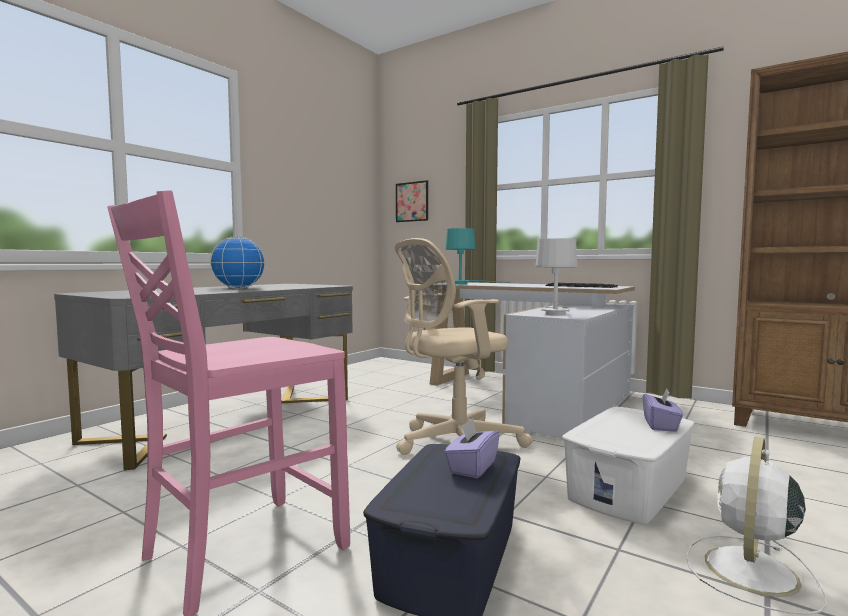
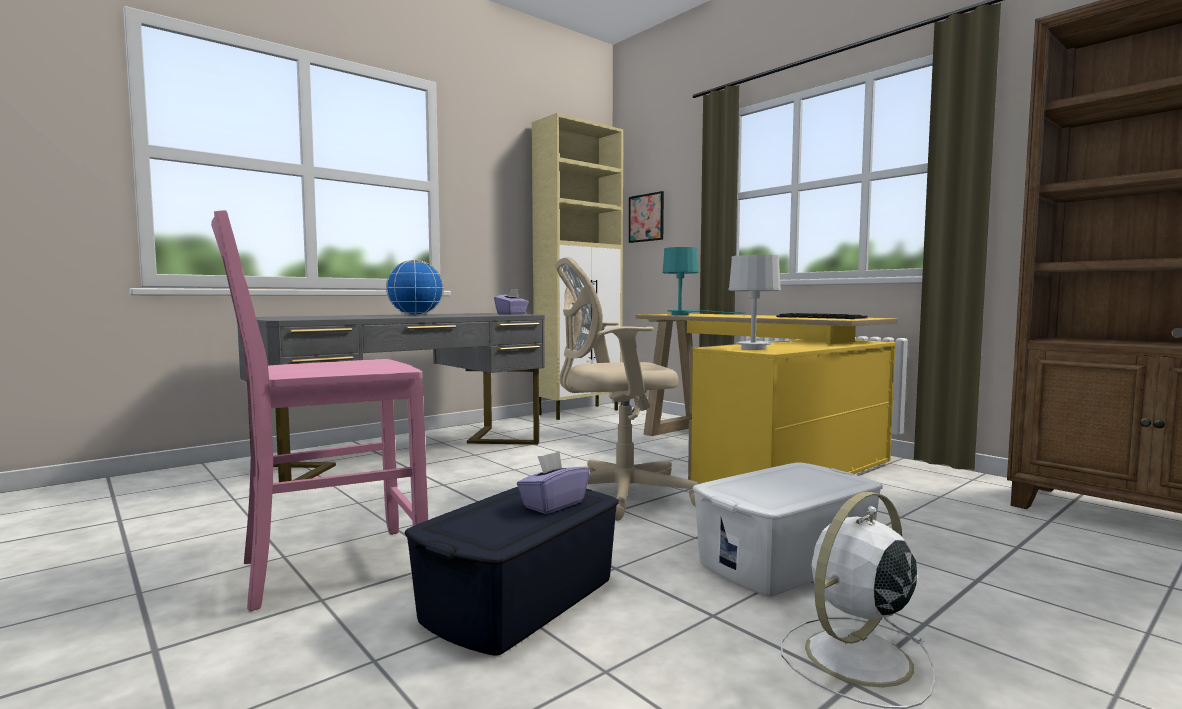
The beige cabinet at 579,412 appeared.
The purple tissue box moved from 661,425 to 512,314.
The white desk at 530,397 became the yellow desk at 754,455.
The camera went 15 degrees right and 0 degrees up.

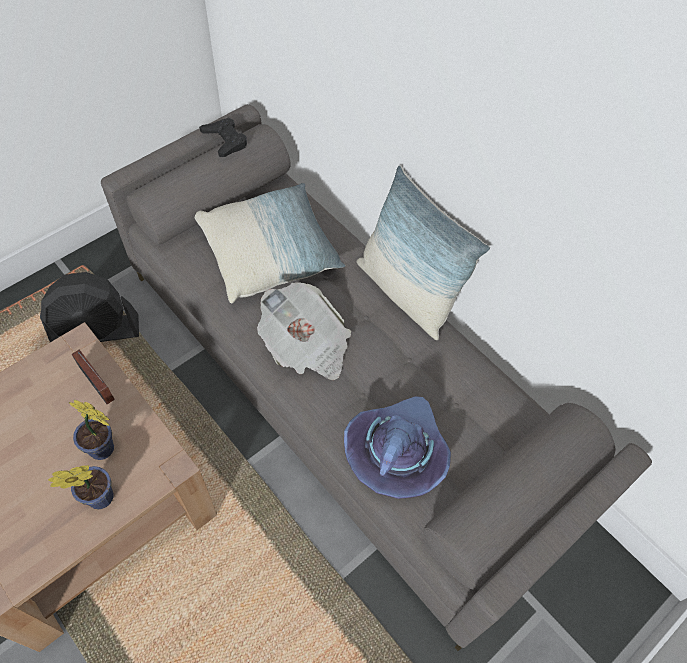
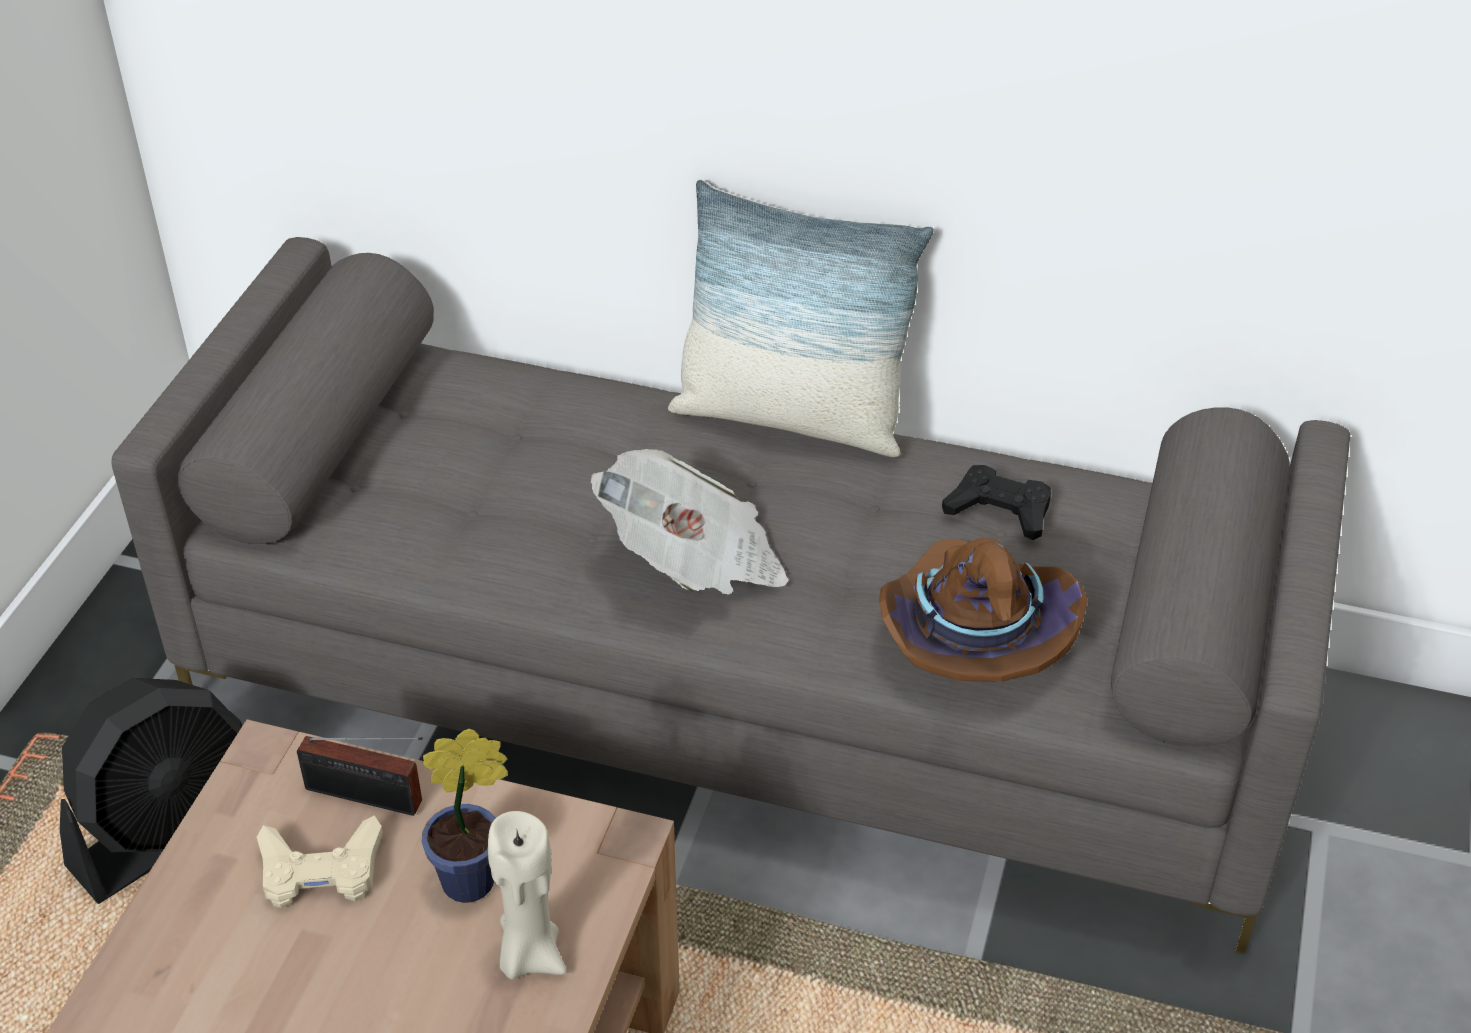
The pillow at 269,253 disappeared.
The beige game controller at 320,871 appeared.
The black game controller moved from 225,140 to 999,510.
The potted plant at 97,498 was replaced by the beige candle at 529,954.
The purple hat at 397,452 became the brown hat at 972,632.
The camera went 30 degrees left and 15 degrees down.

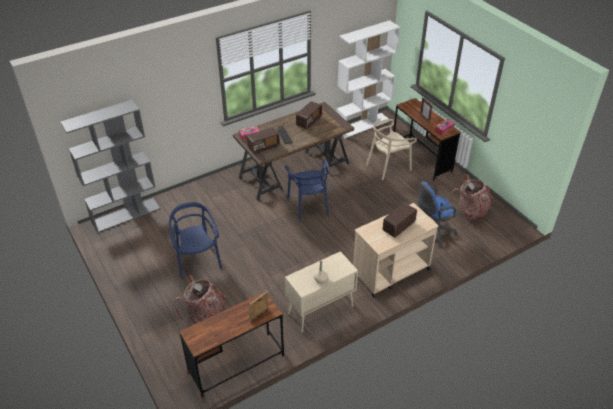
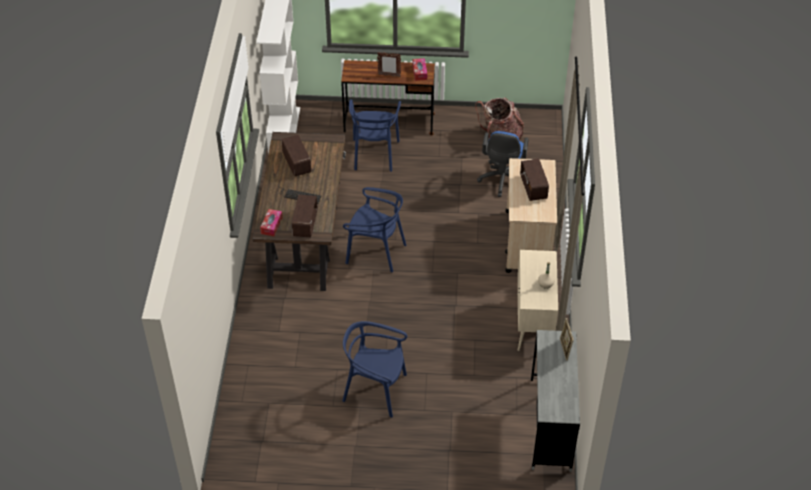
The grey bookcase at 126,215 disappeared.
The backpack at 205,315 disappeared.
The brown desk at 236,364 became the grey desk at 550,424.
The beige chair at 388,166 became the blue chair at 374,154.
The camera went 55 degrees left and 5 degrees up.

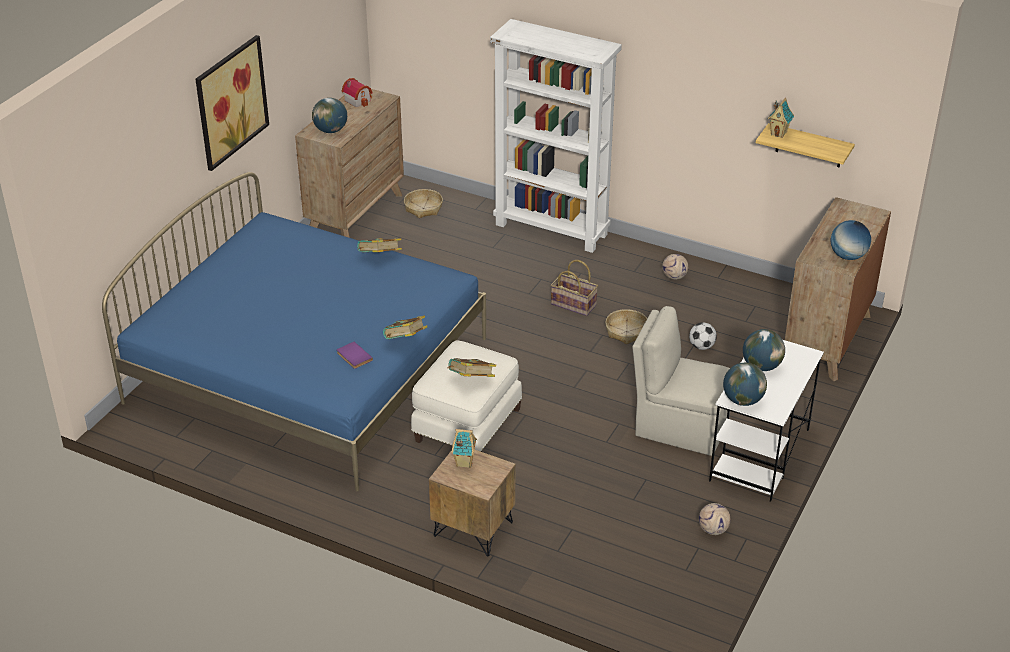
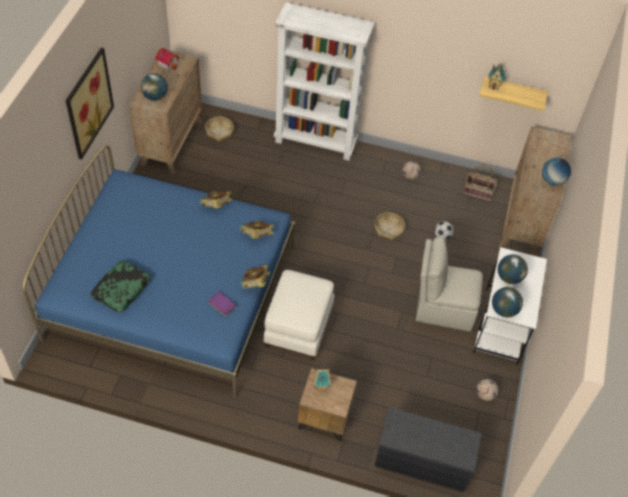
The pillow at 121,289 appeared.
The grey bench at 421,461 appeared.
The book moved from 471,380 to 256,236.
The basket moved from 574,304 to 478,192.
The camera went 15 degrees left and 15 degrees up.

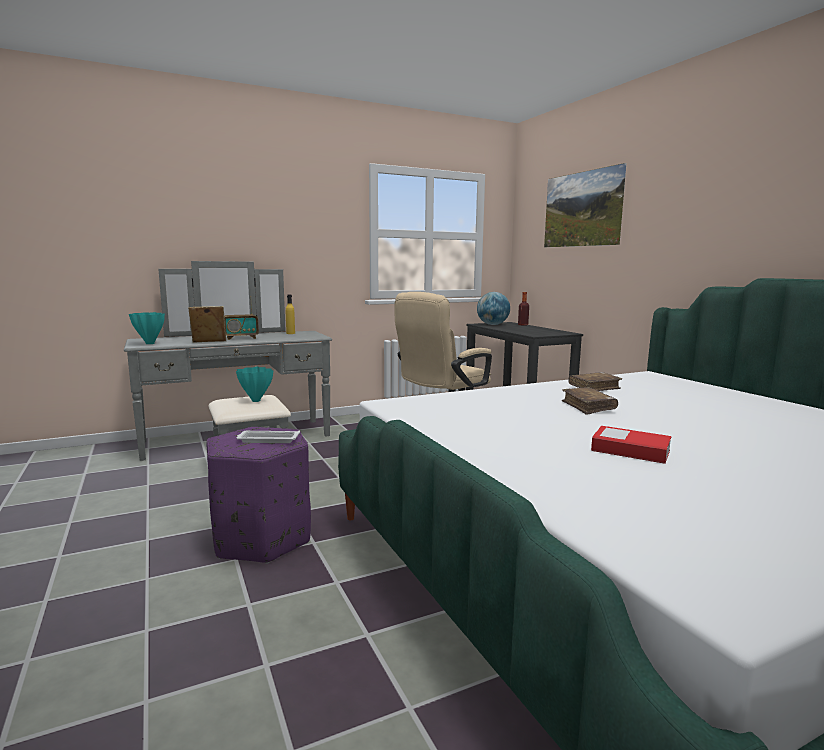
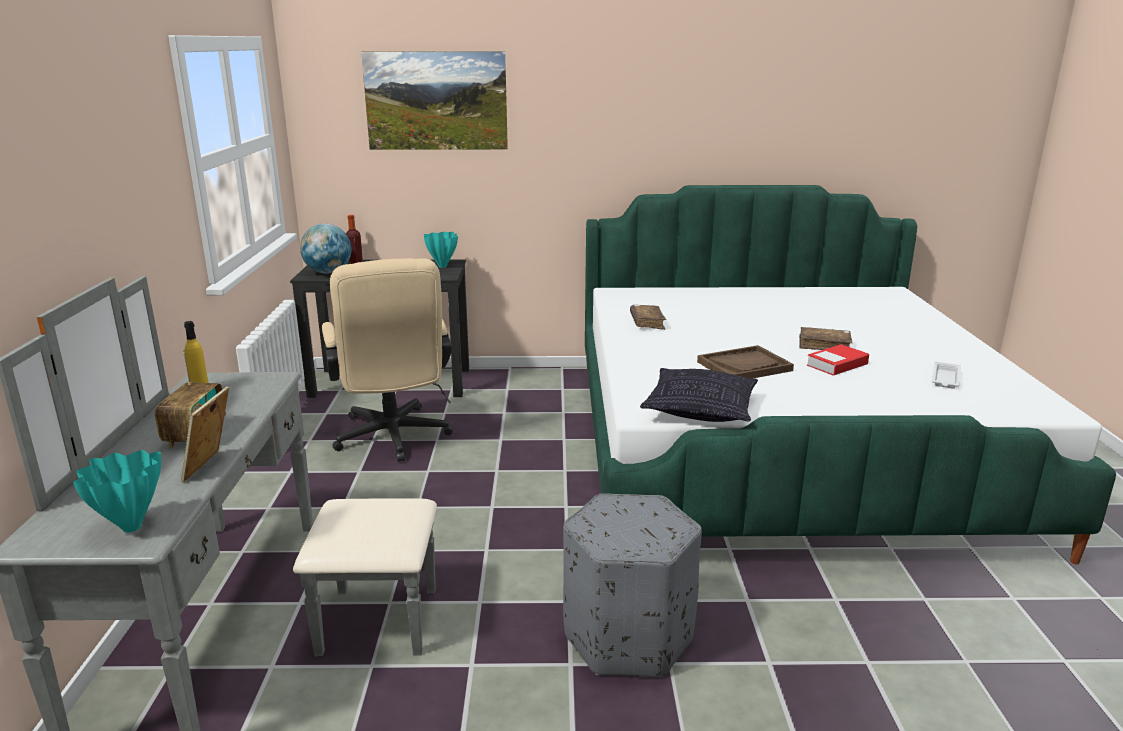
The pillow at 700,410 appeared.
The brown tray at 744,366 appeared.
The turquoise vase moved from 255,401 to 442,266.
The white tray moved from 267,440 to 945,379.
The brown book moved from 588,407 to 824,345.
The purple ottoman at 261,538 became the grey ottoman at 627,637.
The camera went 65 degrees left and 10 degrees up.

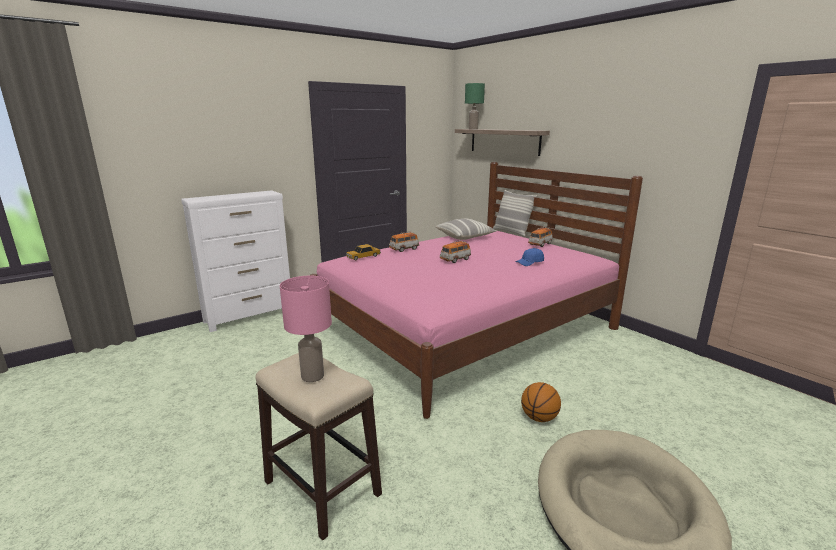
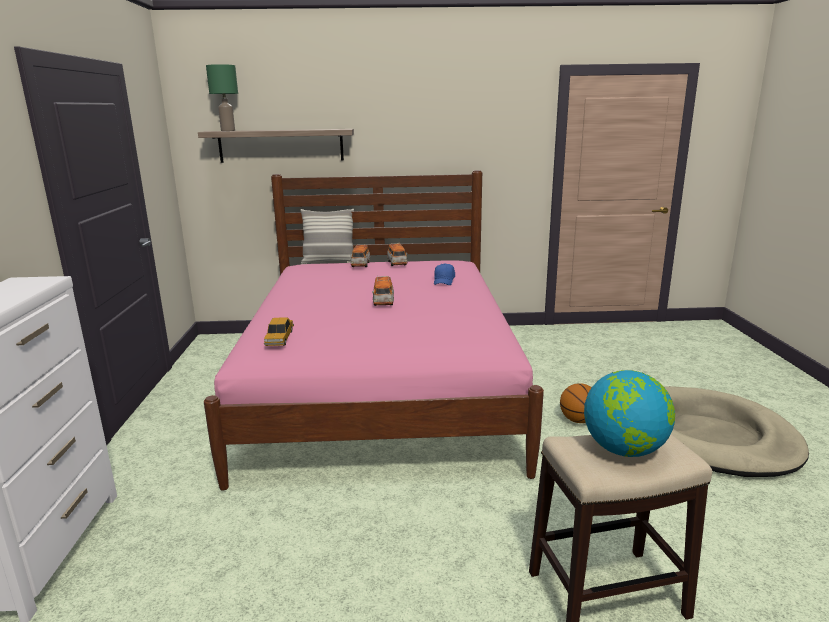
The pillow at 465,237 disappeared.
The toy car moved from 404,249 to 360,265.
The pink table lamp at 313,376 was replaced by the globe at 624,450.
The camera went 55 degrees left and 0 degrees up.

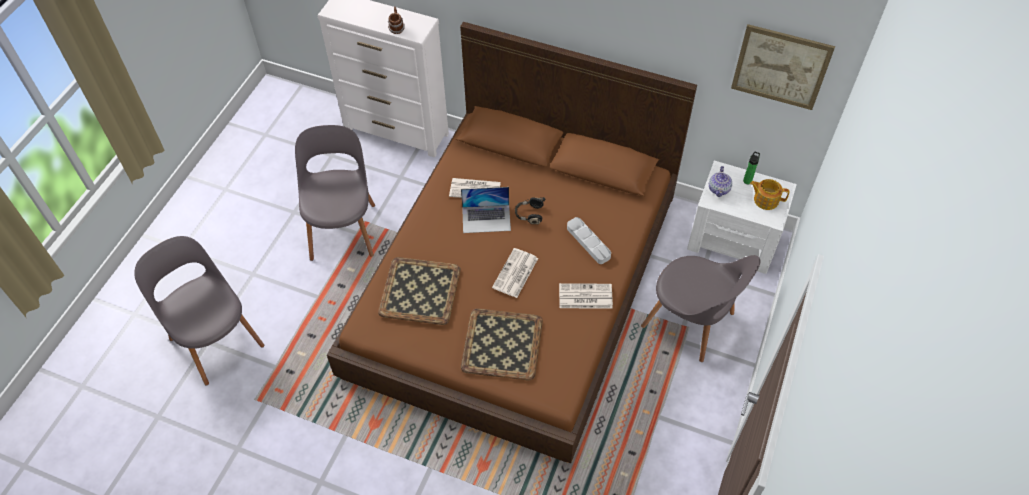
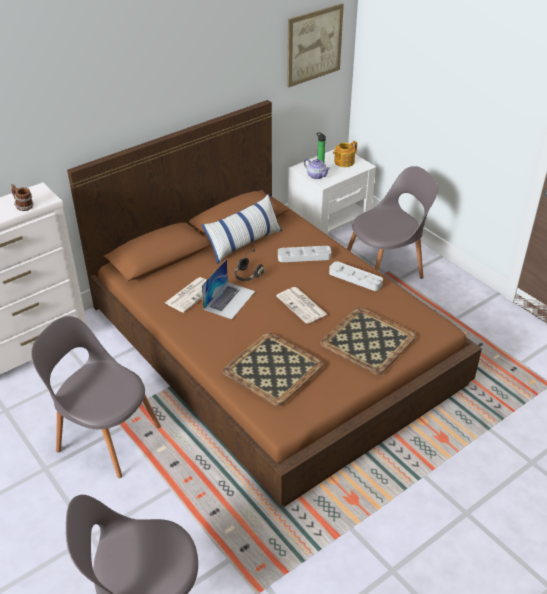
The pillow at 244,243 appeared.
The newspaper at 584,297 was replaced by the grey tray at 355,278.
The camera went 60 degrees left and 15 degrees down.

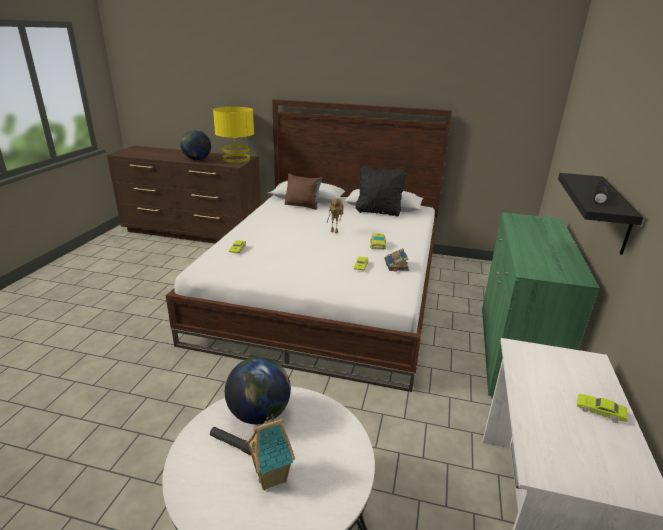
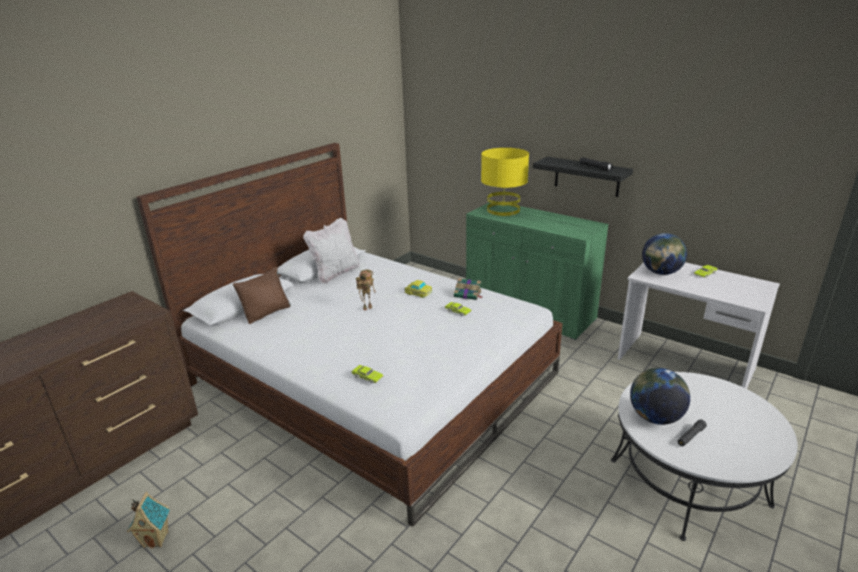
The globe moved from 197,159 to 660,272.
The yellow table lamp moved from 236,159 to 503,210.
The toy house moved from 272,477 to 156,539.
The black pillow at 378,212 became the white pillow at 335,274.
The camera went 65 degrees left and 0 degrees up.

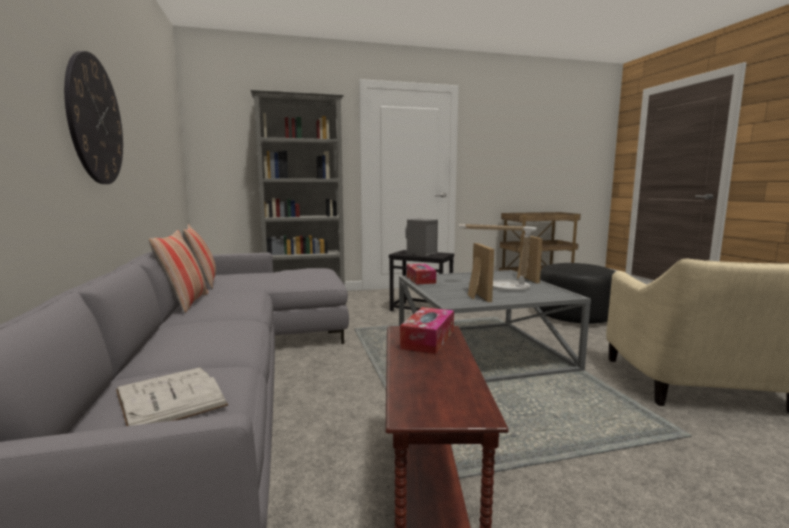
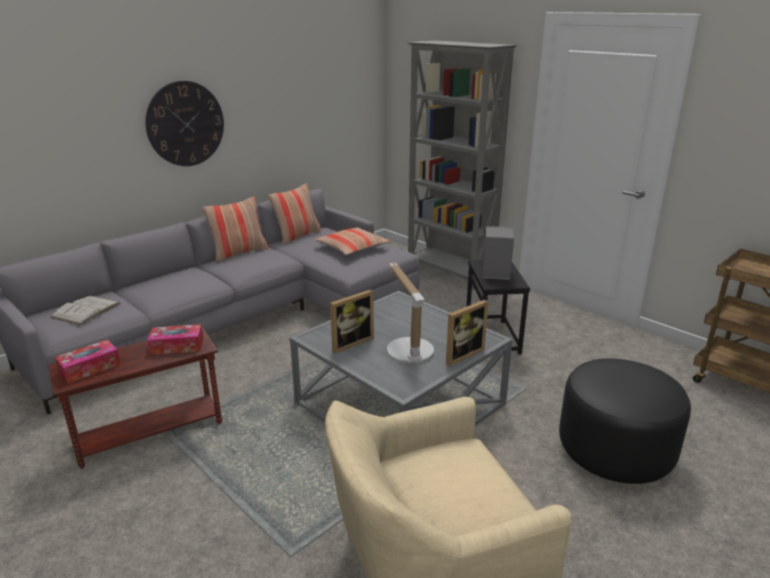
The pillow at 352,248 appeared.
The tissue box moved from 420,279 to 90,368.
The camera went 60 degrees right and 15 degrees up.

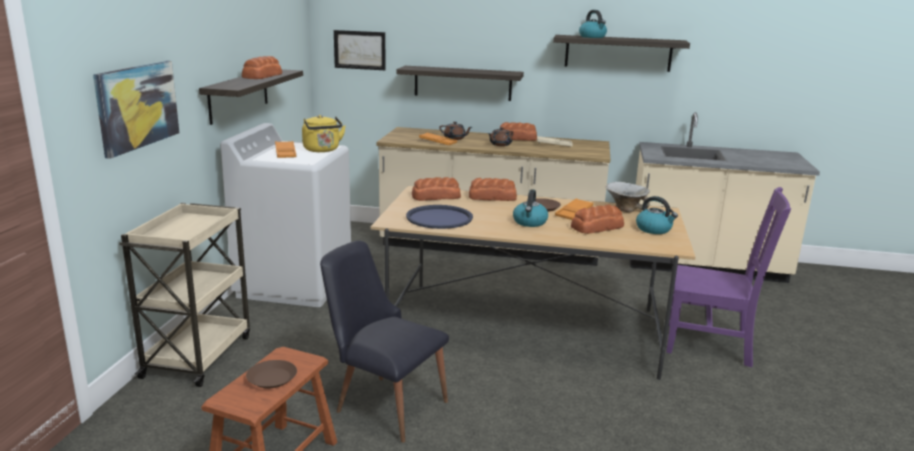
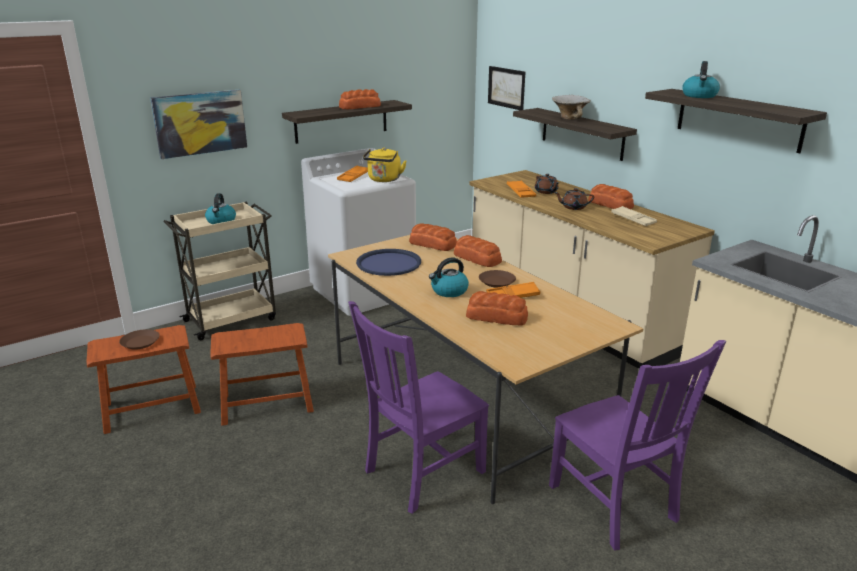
The purple chair at 421,473 appeared.
The bowl moved from 625,209 to 569,118.
The kettle moved from 654,229 to 221,221.
The black chair at 384,402 was replaced by the brown stool at 266,402.
The camera went 45 degrees right and 5 degrees up.

